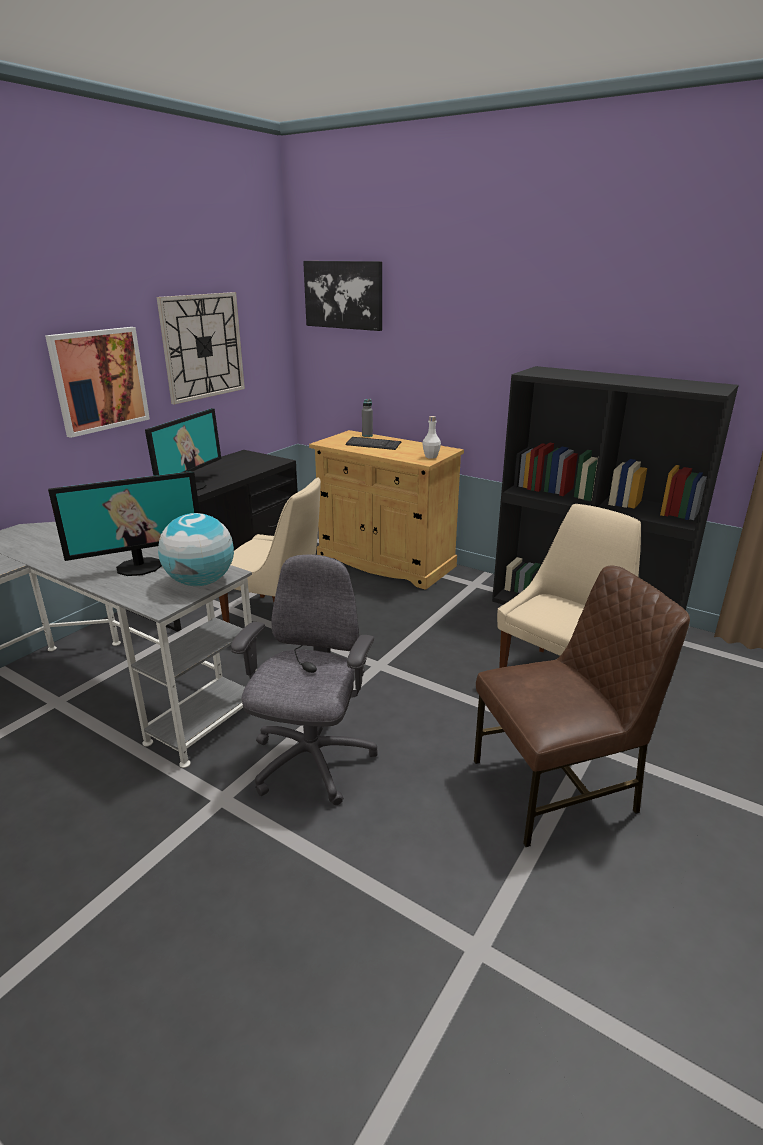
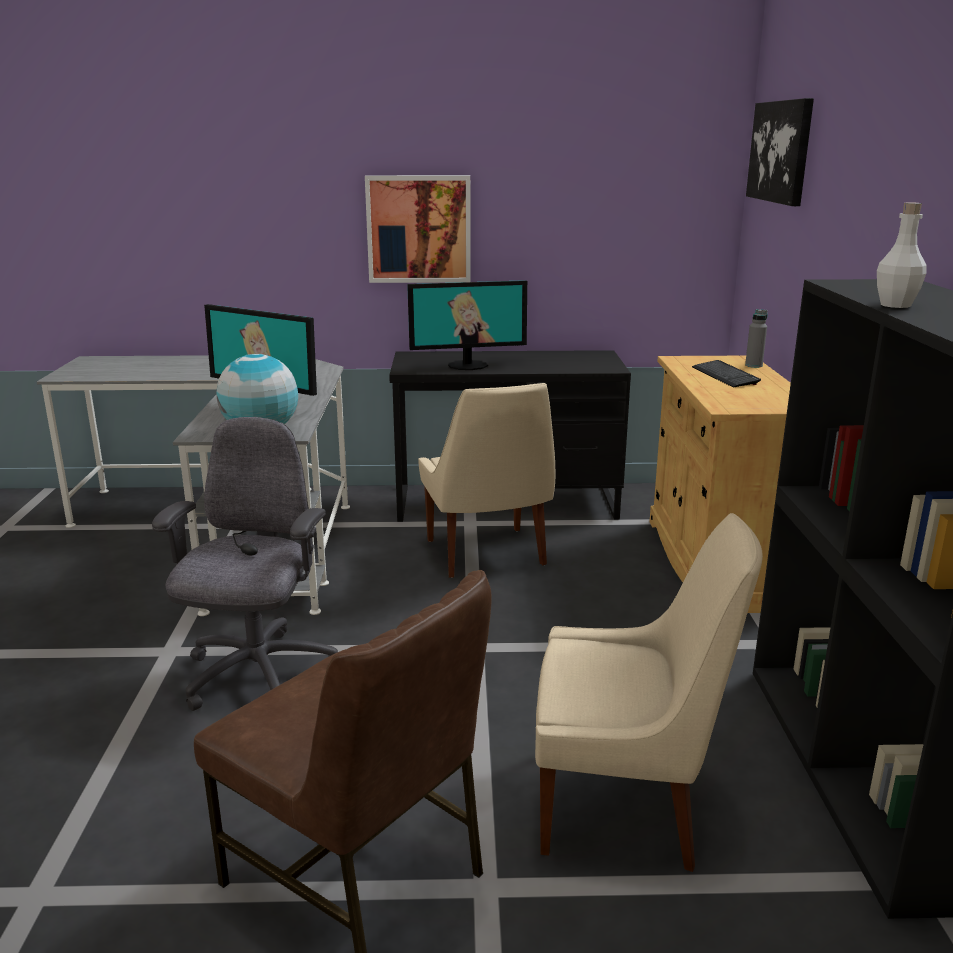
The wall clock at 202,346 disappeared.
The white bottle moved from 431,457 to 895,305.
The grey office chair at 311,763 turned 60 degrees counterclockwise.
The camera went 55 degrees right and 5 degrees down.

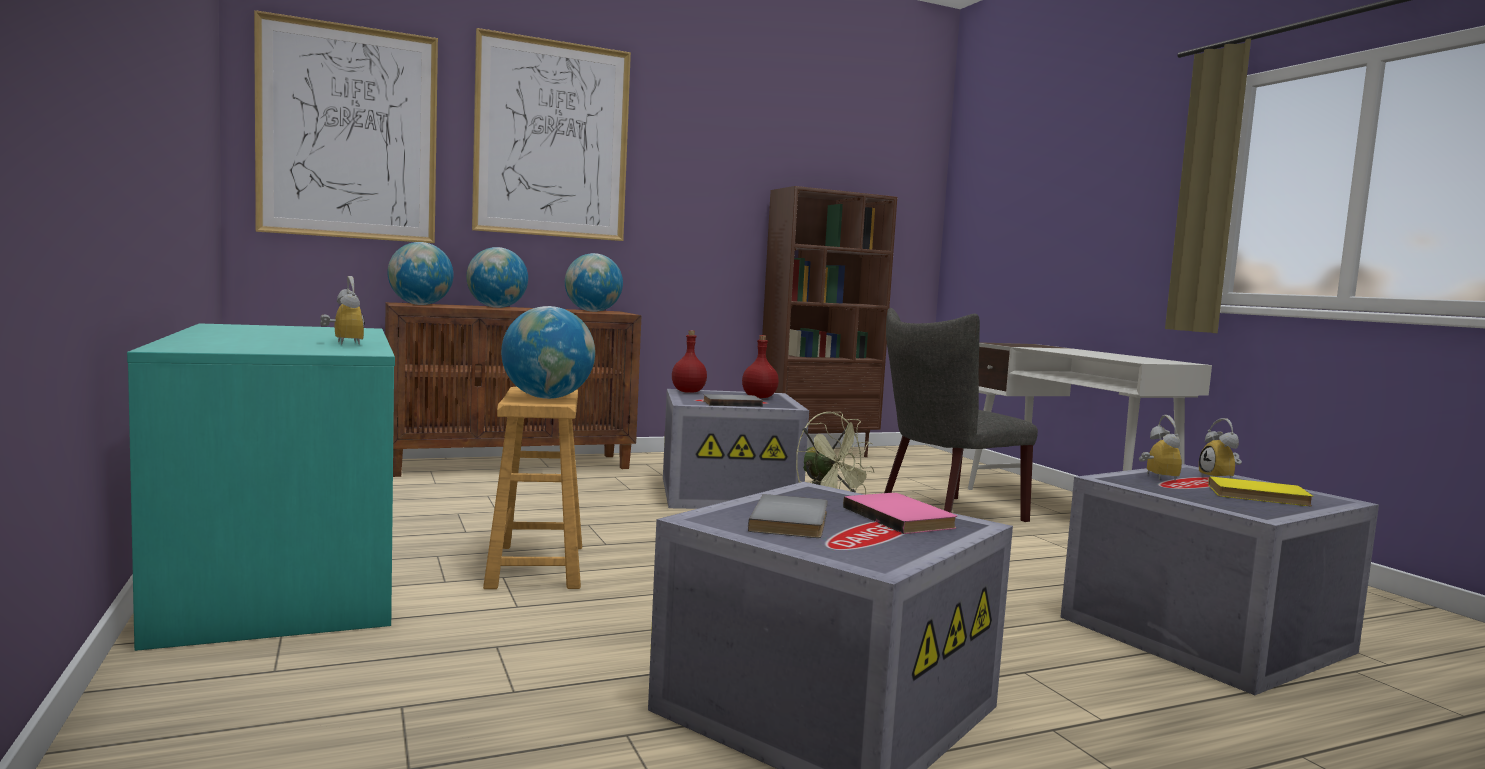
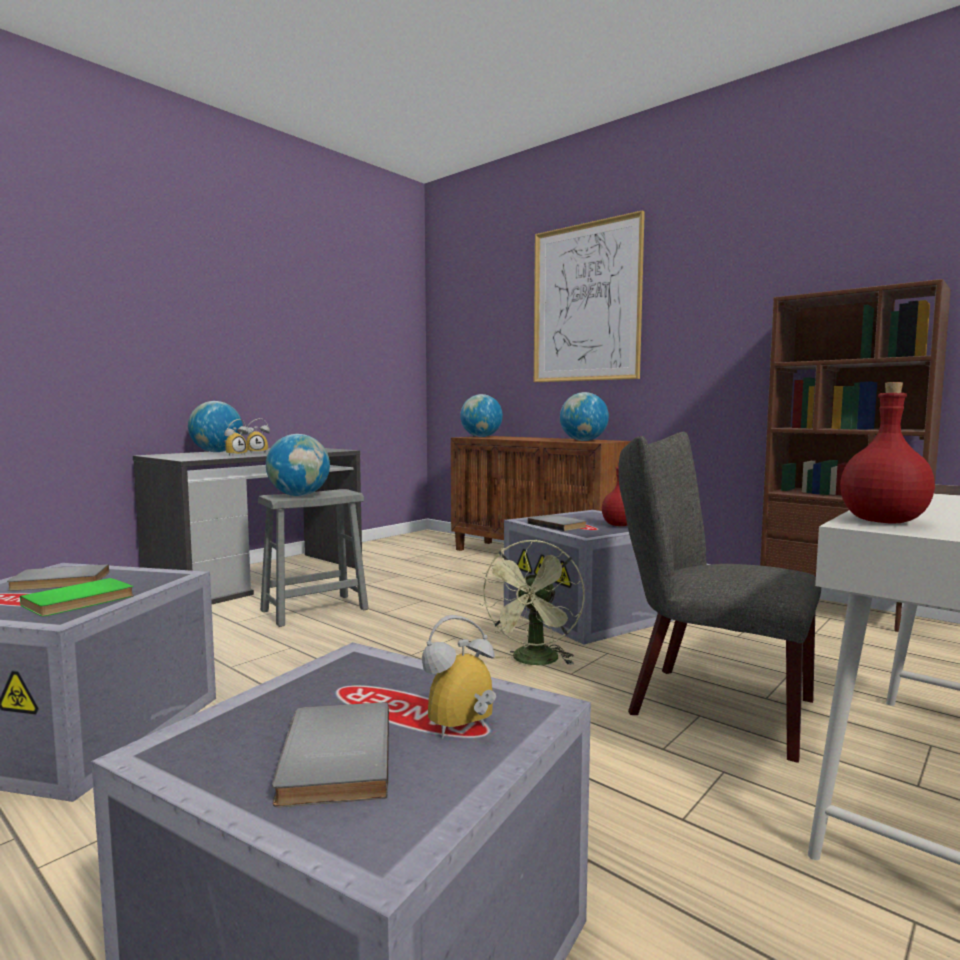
The picture at 349,133 disappeared.
The globe moved from 496,307 to 216,452.
The red bottle moved from 689,392 to 884,522.
The alarm clock moved from 1155,477 to 258,453.
The turquoise desk at 281,572 became the grey desk at 257,577.
The brown stool at 537,566 became the grey stool at 314,610.
The pink book at 902,517 became the green book at 80,601.
The yellow book at 1259,496 became the grey book at 331,757.
The camera went 65 degrees right and 0 degrees up.

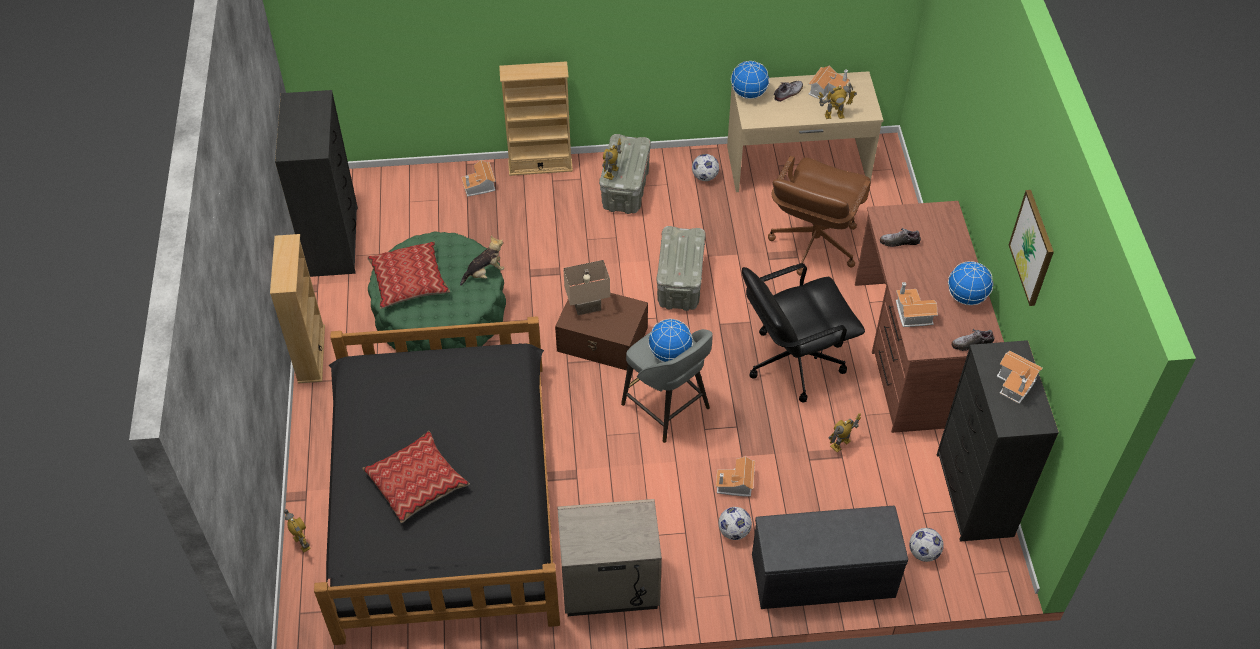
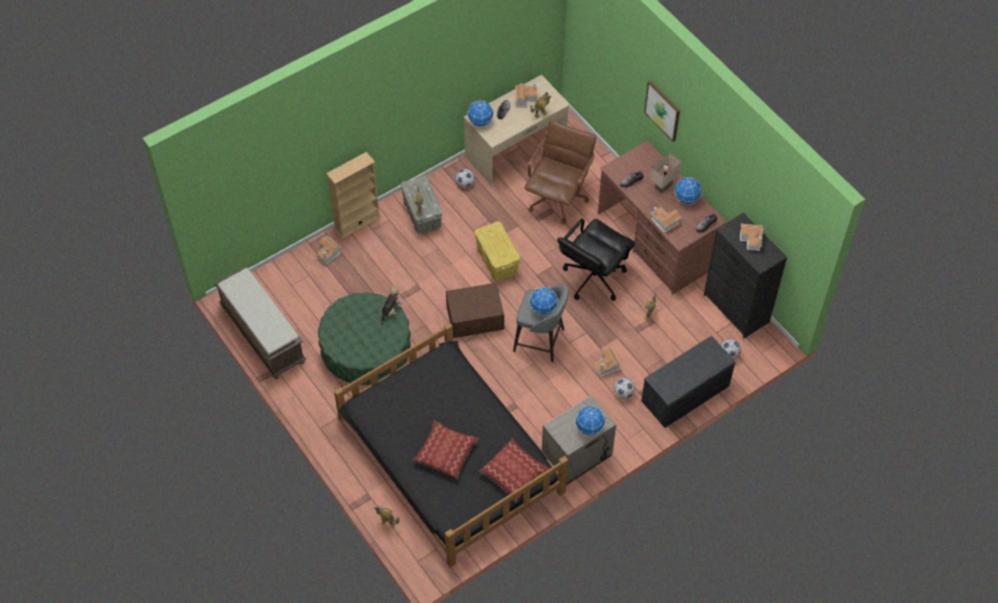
The beige bookcase at 311,354 disappeared.
The globe at 589,428 appeared.
The pillow moved from 409,281 to 514,473.
The beige table lamp moved from 587,308 to 663,187.
The picture moved from 1032,248 to 663,110.
The black dresser at 333,241 was replaced by the brown bench at 262,334.
The grey storage box at 680,284 became the yellow storage box at 497,261.
The brown office chair at 813,244 turned 150 degrees counterclockwise.
The camera went 30 degrees left and 5 degrees up.

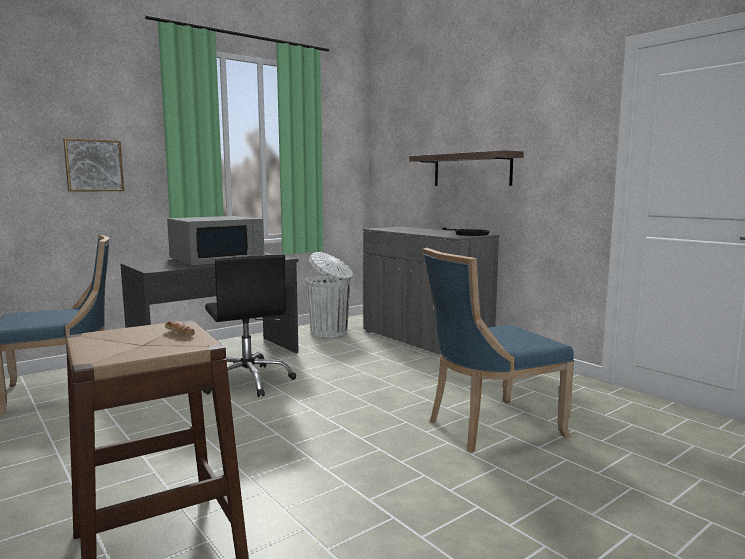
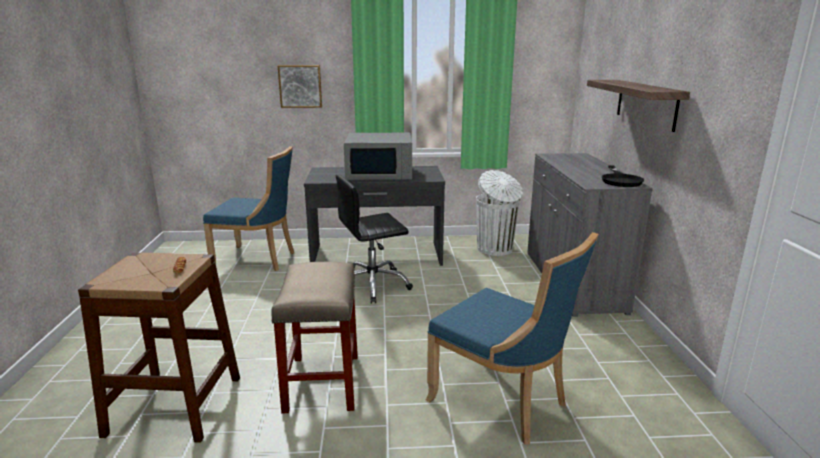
The beige stool at 322,383 appeared.
The black office chair at 248,381 turned 60 degrees clockwise.
The blue chair at 489,427 turned 150 degrees counterclockwise.
The camera went 35 degrees right and 10 degrees up.

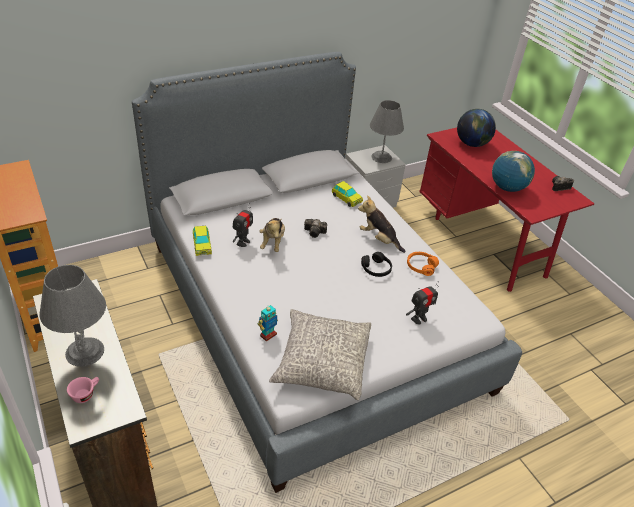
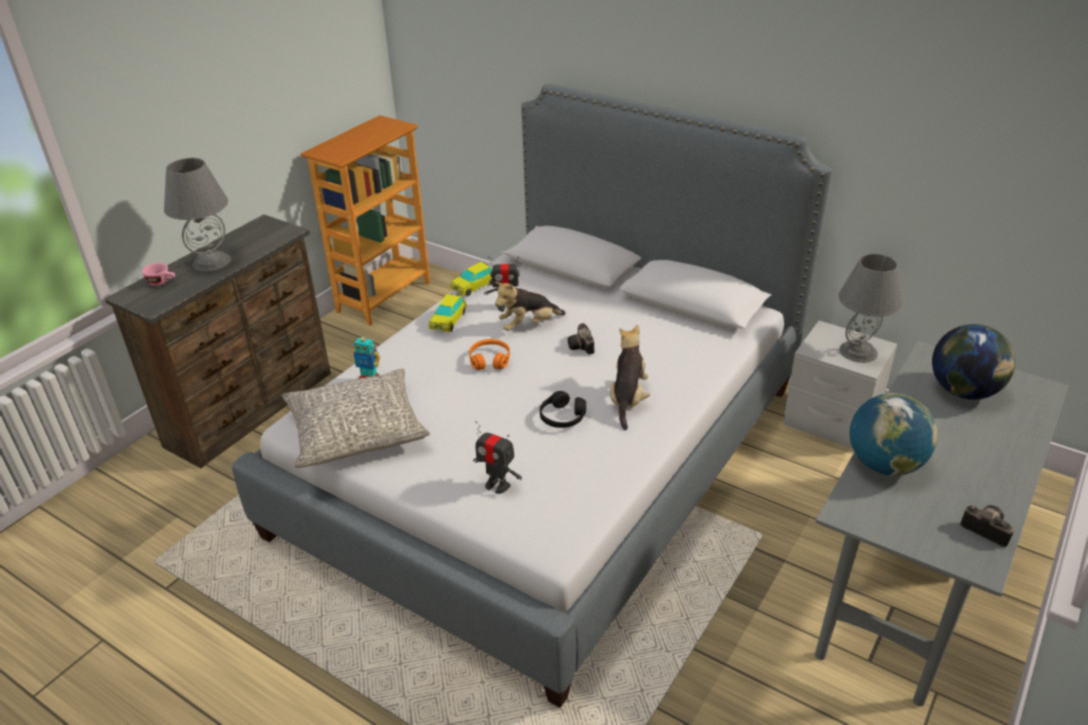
The toy car moved from 346,199 to 448,321.
The orange headphones moved from 421,266 to 490,360.
The red desk at 482,240 became the grey desk at 910,580.
The camera went 65 degrees right and 5 degrees down.

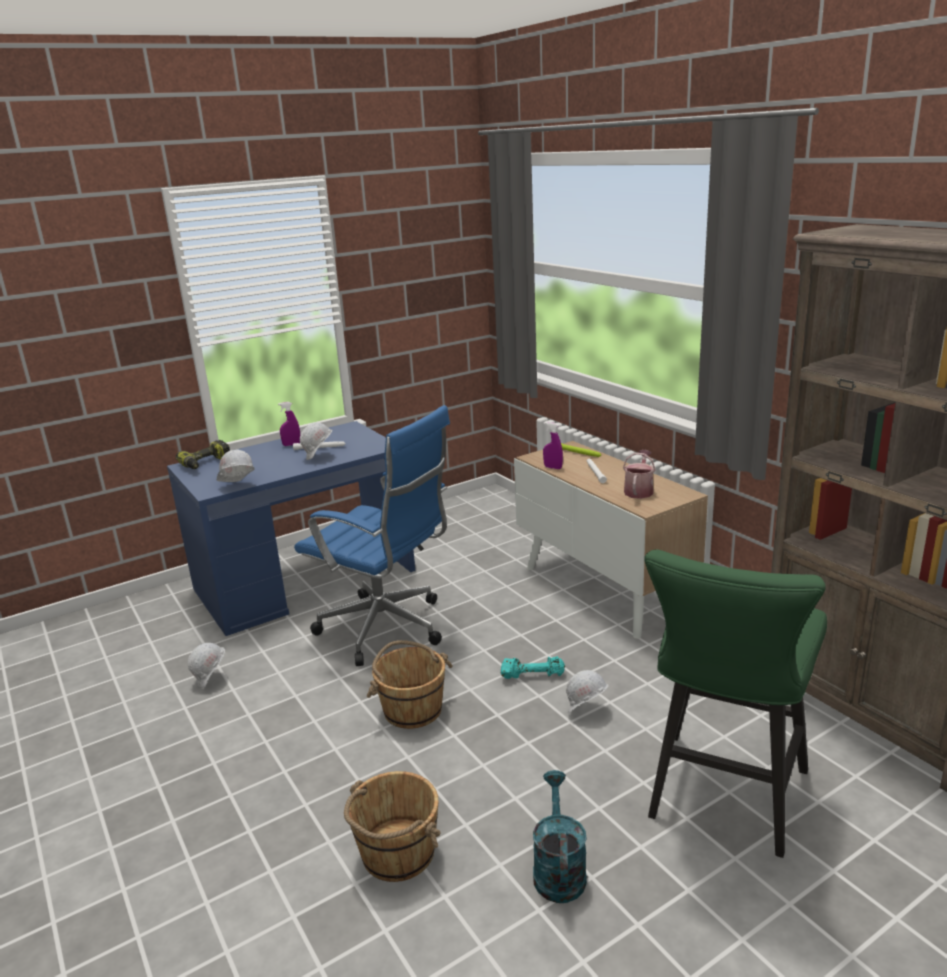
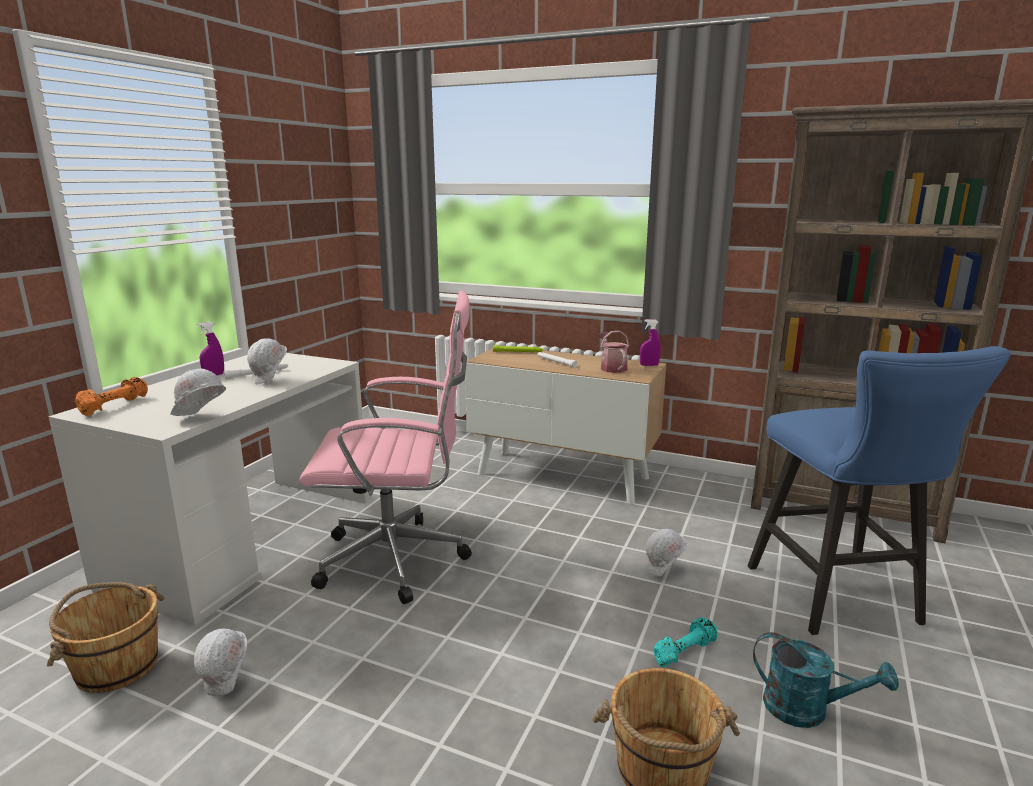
The brown bucket moved from 412,709 to 116,666.
The turquoise dumbbell moved from 532,675 to 684,651.
The purple spray bottle moved from 553,467 to 649,365.
The power drill at 206,464 was replaced by the orange dumbbell at 114,406.
The blue desk at 305,580 became the white desk at 245,539.
The blue office chair at 388,629 became the pink office chair at 399,560.
The green stool at 723,801 became the blue stool at 840,600.
The turquoise watering can at 558,869 turned 150 degrees clockwise.
The camera went 35 degrees left and 5 degrees down.

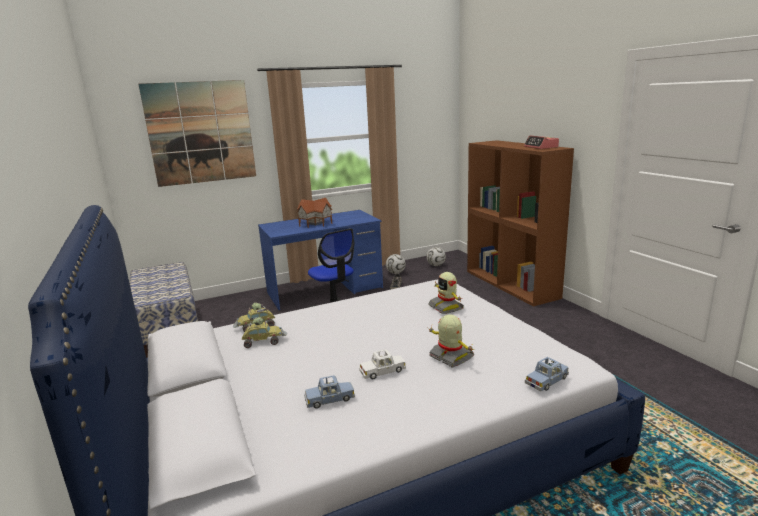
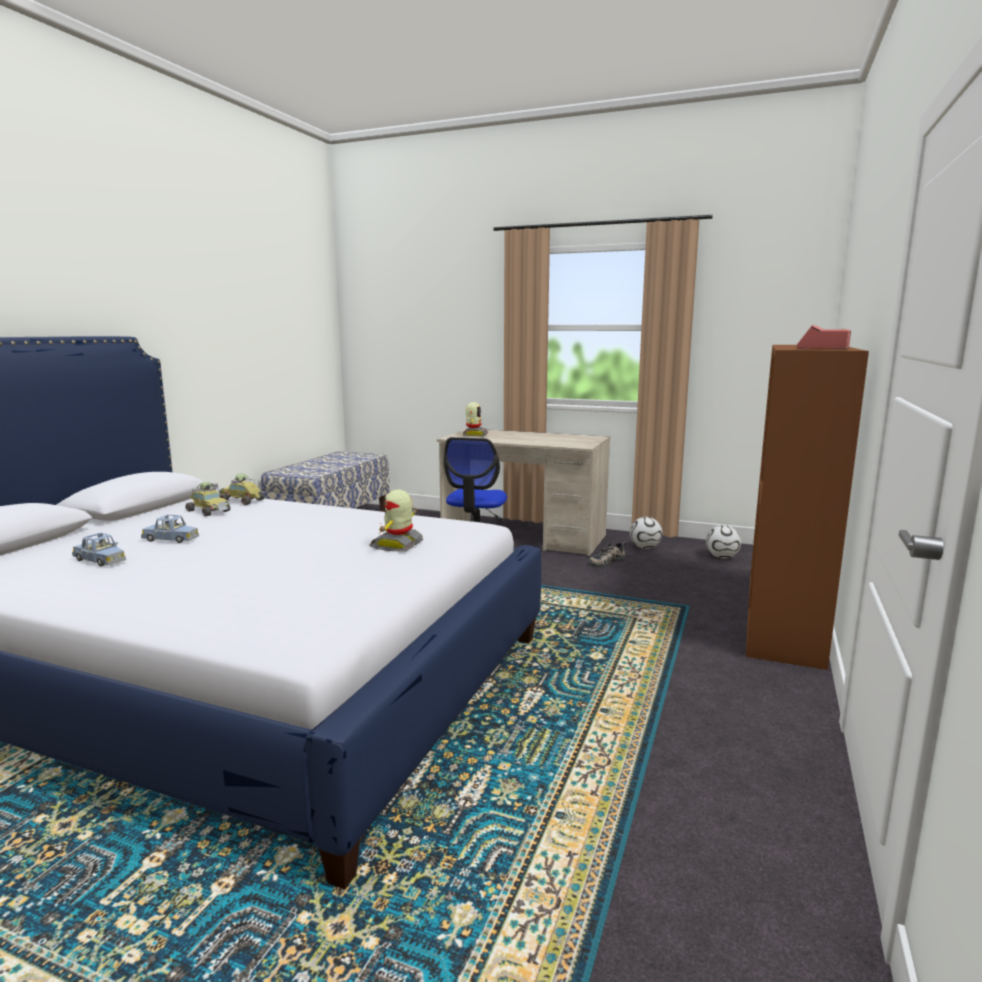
The picture at 201,133 disappeared.
The toy house at 315,223 disappeared.
The white toy car at 382,371 disappeared.
The toy robot moved from 450,357 to 474,435.
The blue toy car moved from 547,381 to 171,539.
The blue desk at 325,290 became the beige desk at 523,537.
The camera went 45 degrees right and 5 degrees down.

